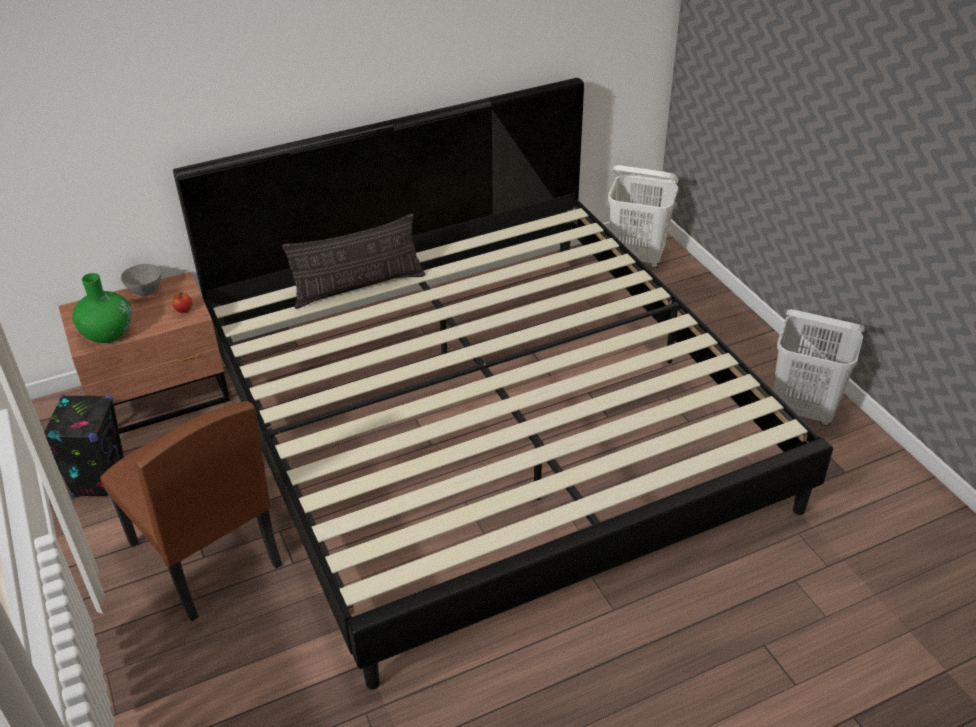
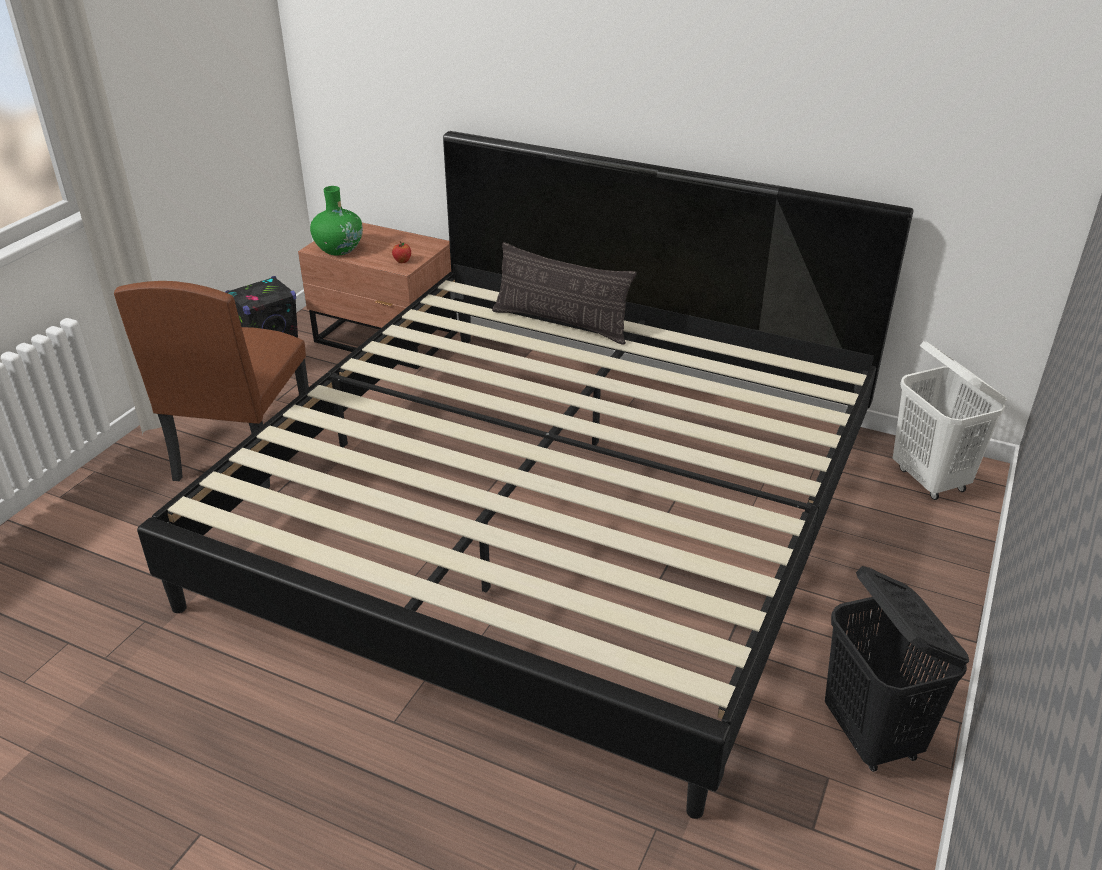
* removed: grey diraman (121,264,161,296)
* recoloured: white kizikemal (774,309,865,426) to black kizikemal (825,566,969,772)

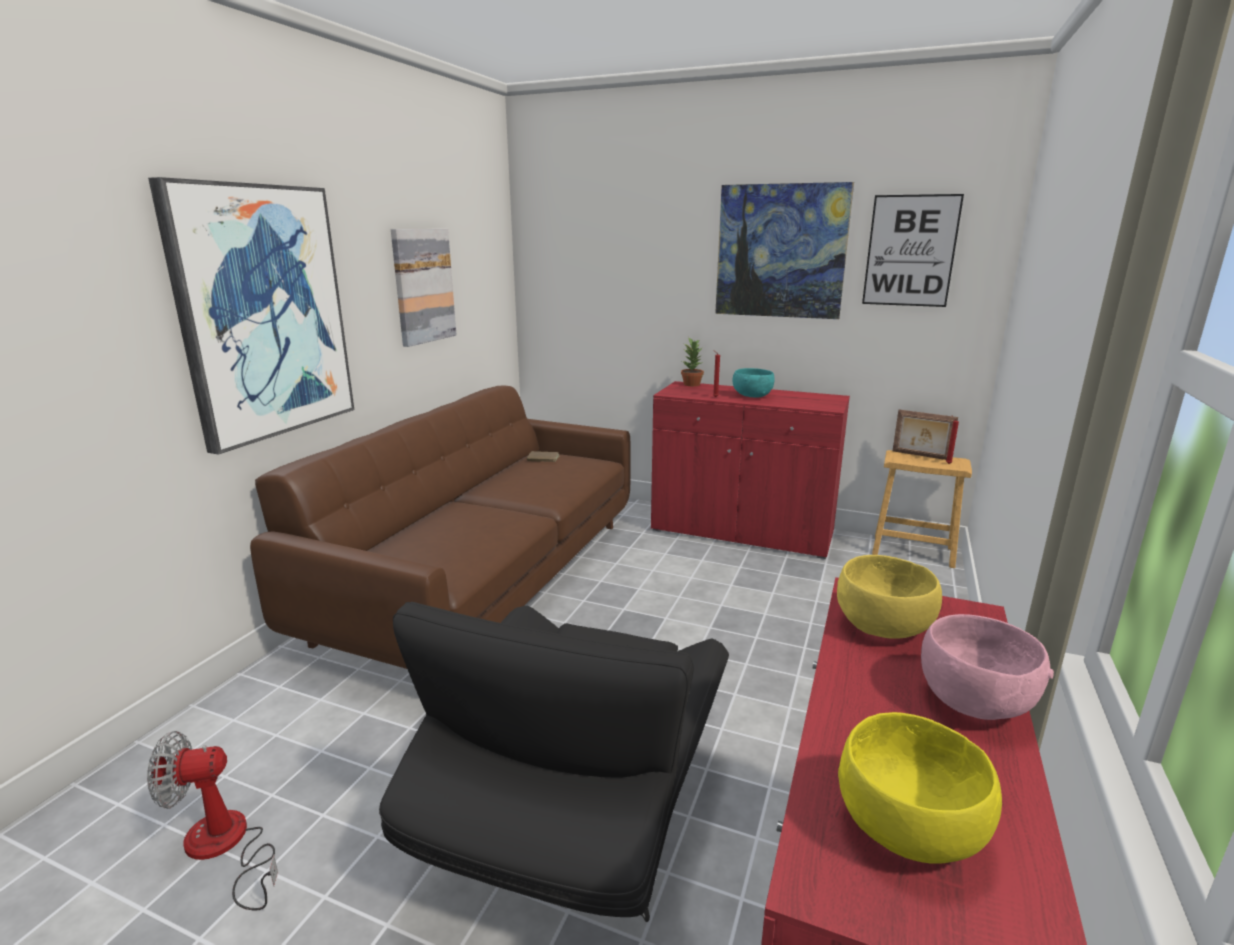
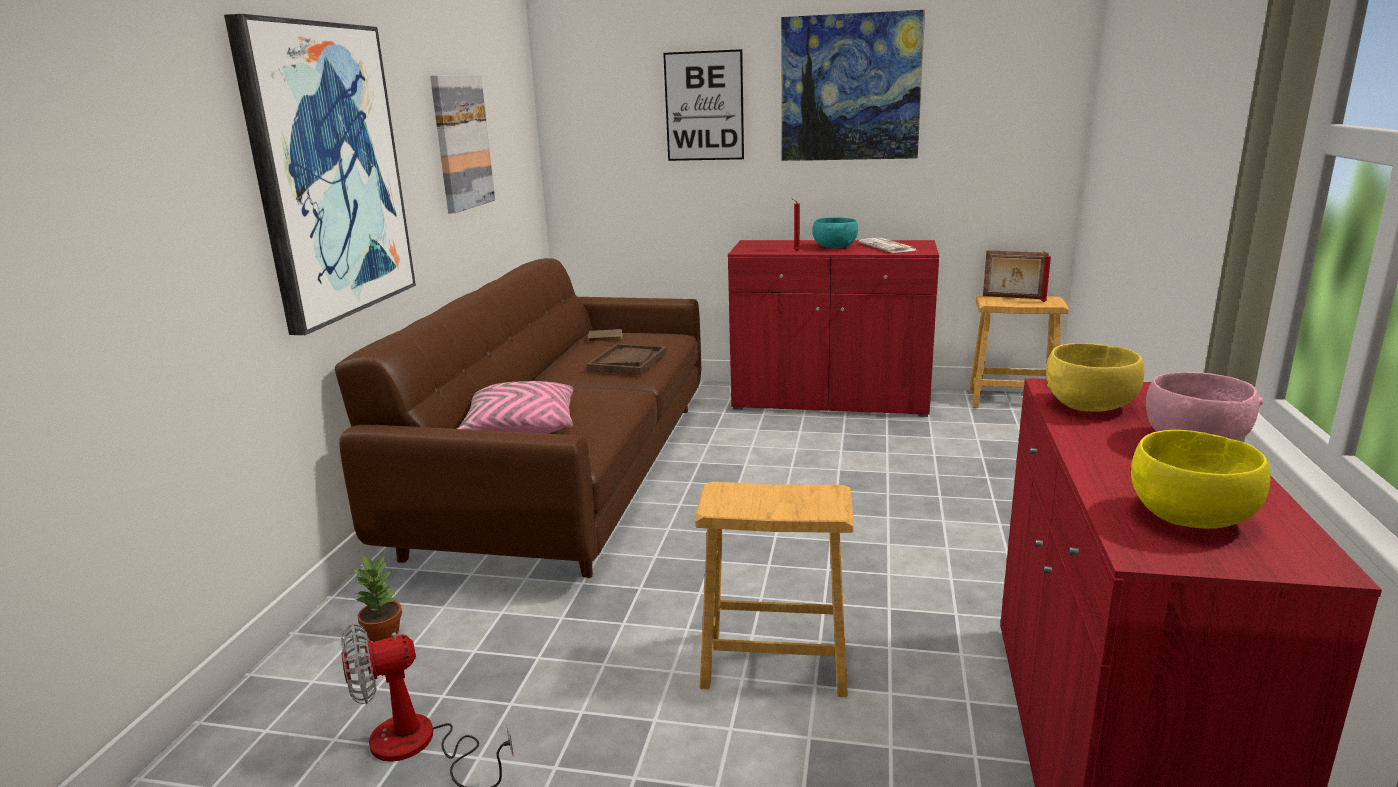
* replaced: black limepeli (379,602,729,922) to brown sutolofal (695,482,853,697)
* moved: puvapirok (681,338,704,386) to (352,555,402,642)
* moved: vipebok (862,194,964,307) to (663,49,744,161)
* added: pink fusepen (457,381,573,434)
* added: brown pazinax (587,343,667,375)
* added: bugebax (859,238,916,253)

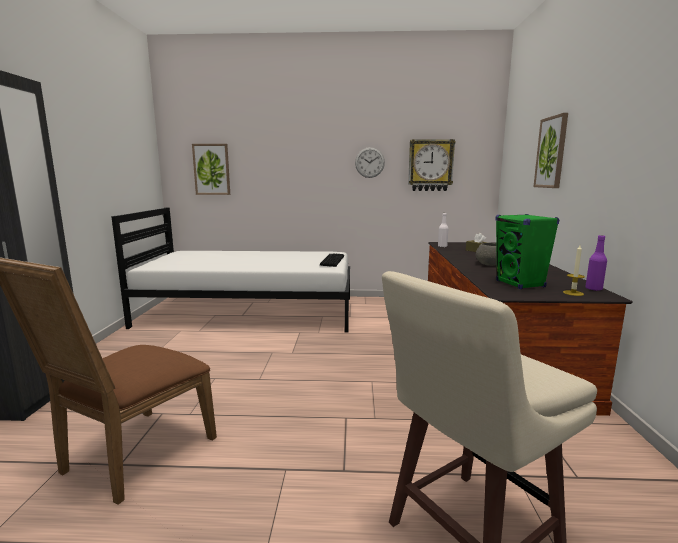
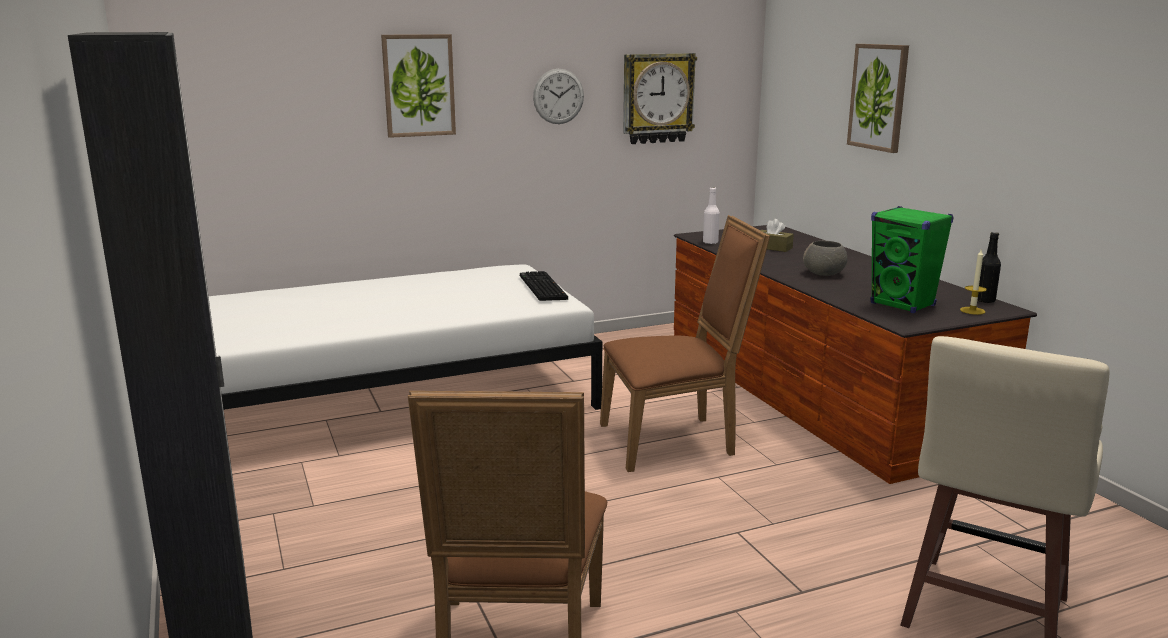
* moved: vipebok (192,144,230,195) to (381,34,456,138)
* recoloured: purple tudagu (585,235,607,291) to black tudagu (977,232,1001,303)
* added: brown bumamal (600,215,770,472)

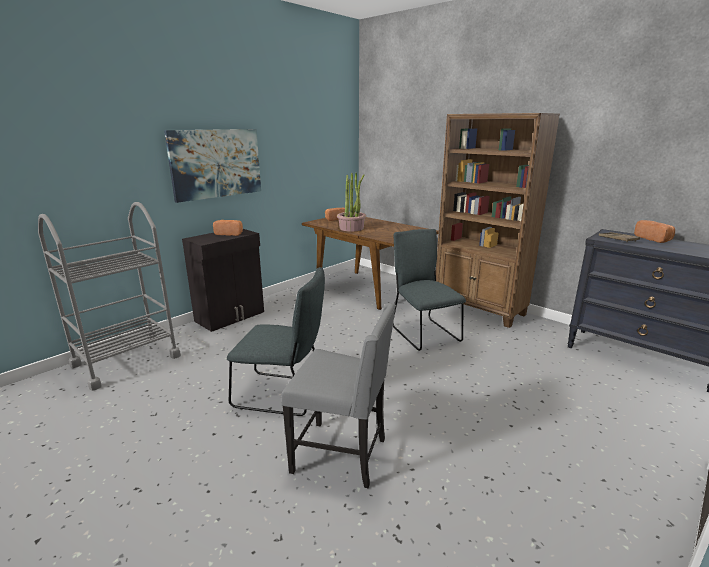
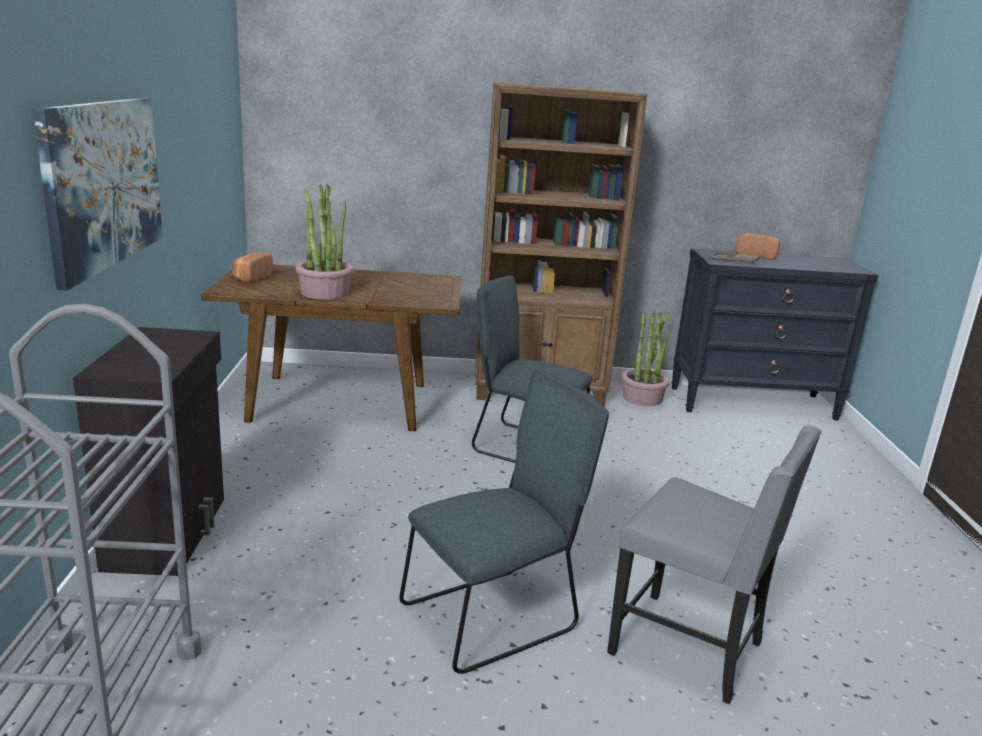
* removed: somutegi (213,220,243,236)
* turned: grey bumamal (281,303,396,488) = (607,425,822,704) 60 degrees clockwise
* added: puvapirok (621,312,670,406)

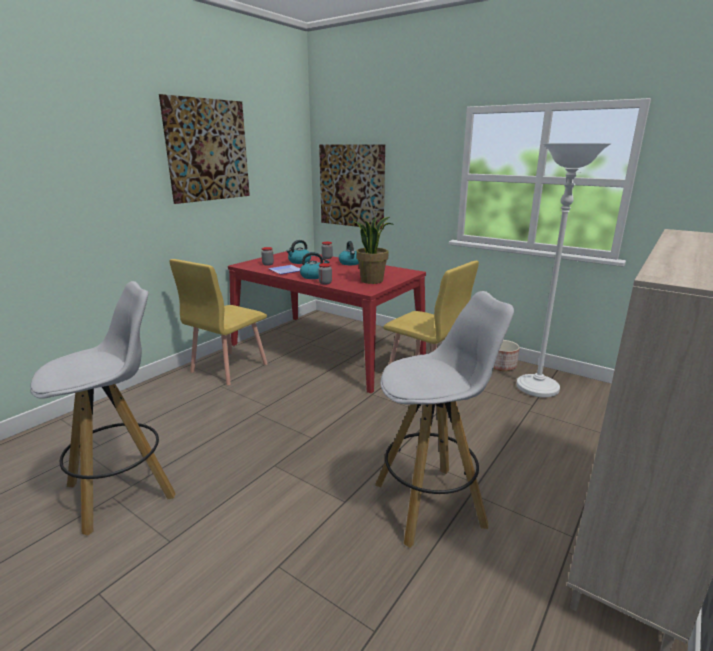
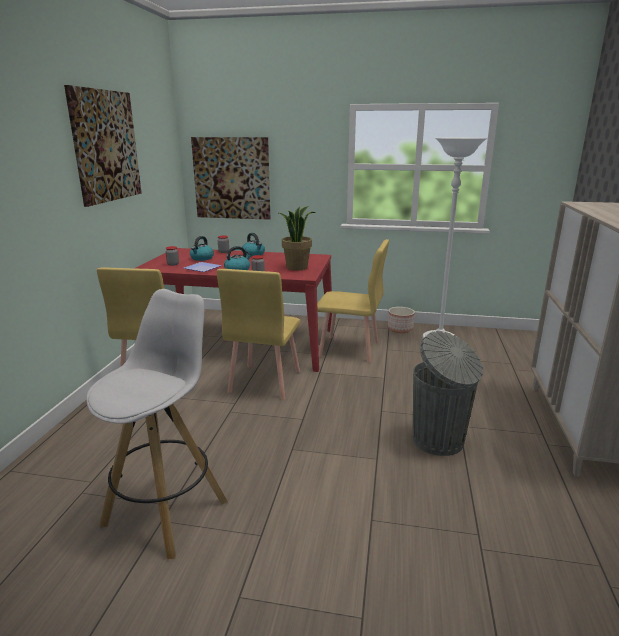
* replaced: white sutolofal (375,291,514,548) to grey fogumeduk (413,331,483,456)
* added: yellow bumamal (217,269,301,400)

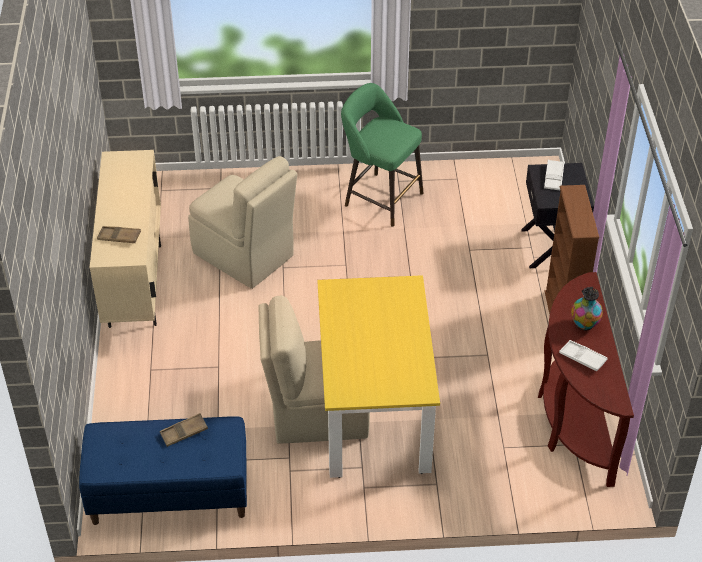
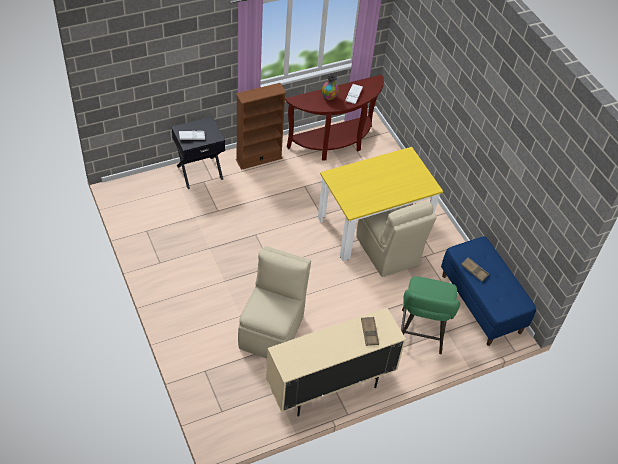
* moved: green sutolofal (341,83,423,227) to (401,276,460,354)

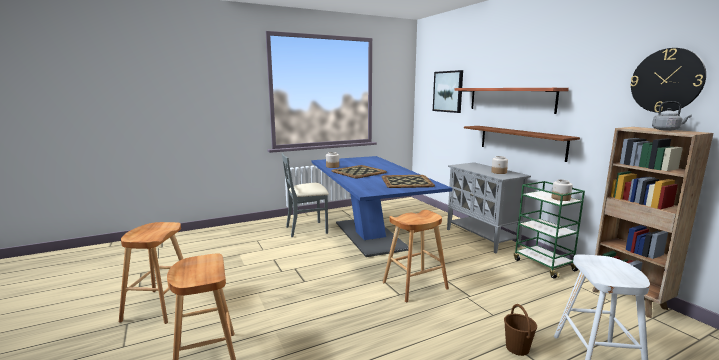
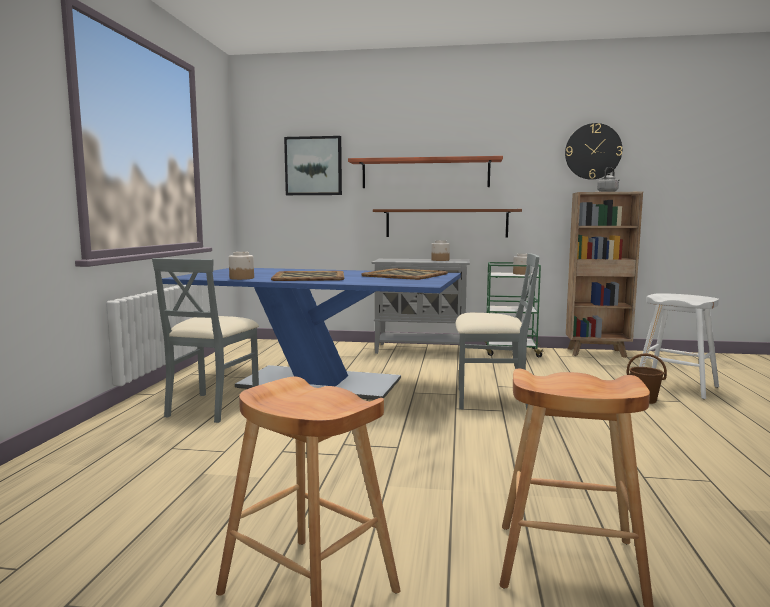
* replaced: brown sutolofal (383,210,449,302) to grey bumamal (455,253,539,410)

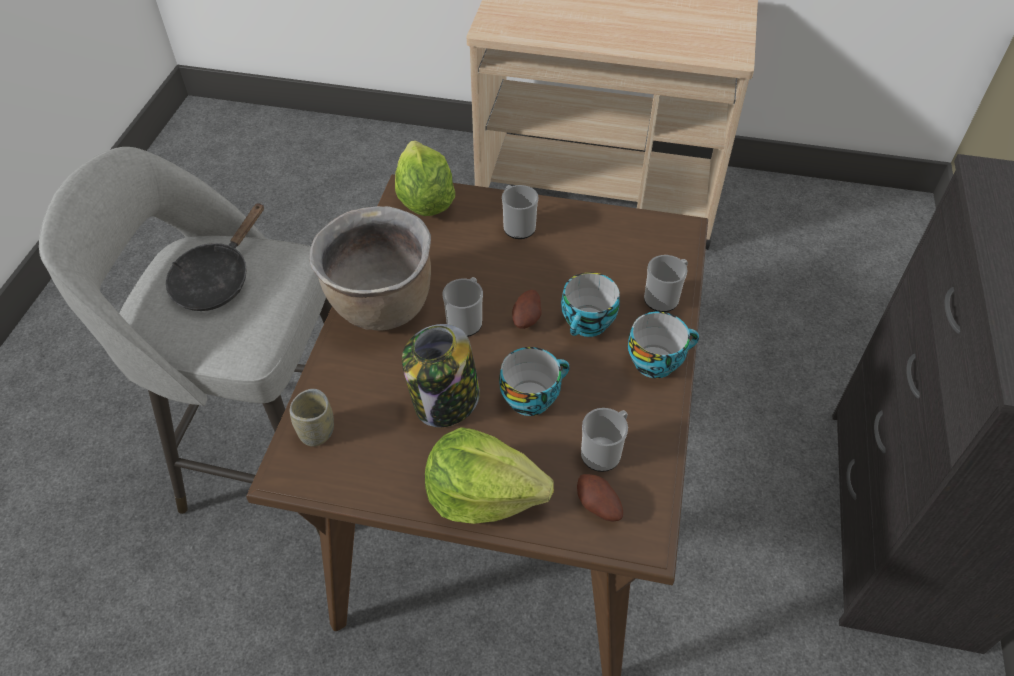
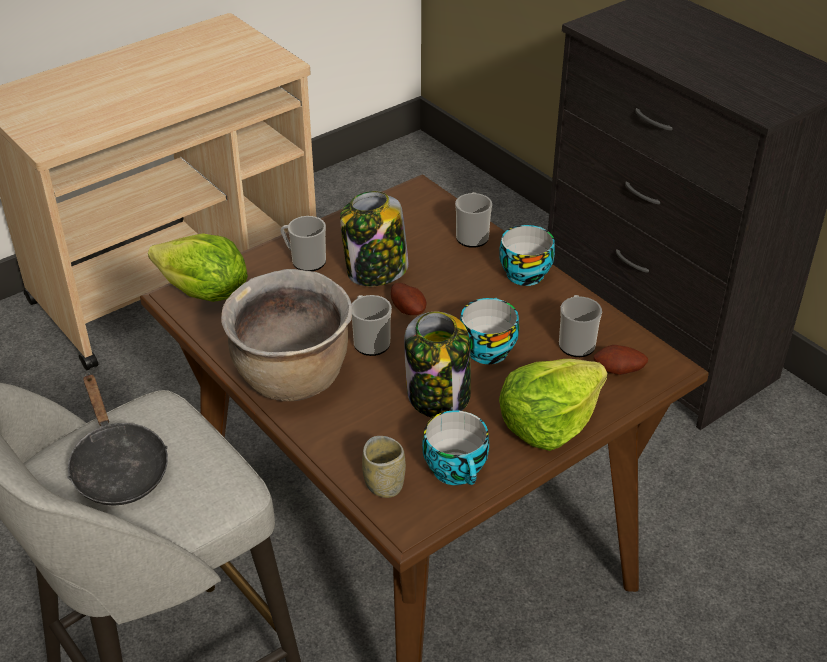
* moved: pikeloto (561,272,620,337) to (422,410,489,485)
* added: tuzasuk (340,191,409,286)

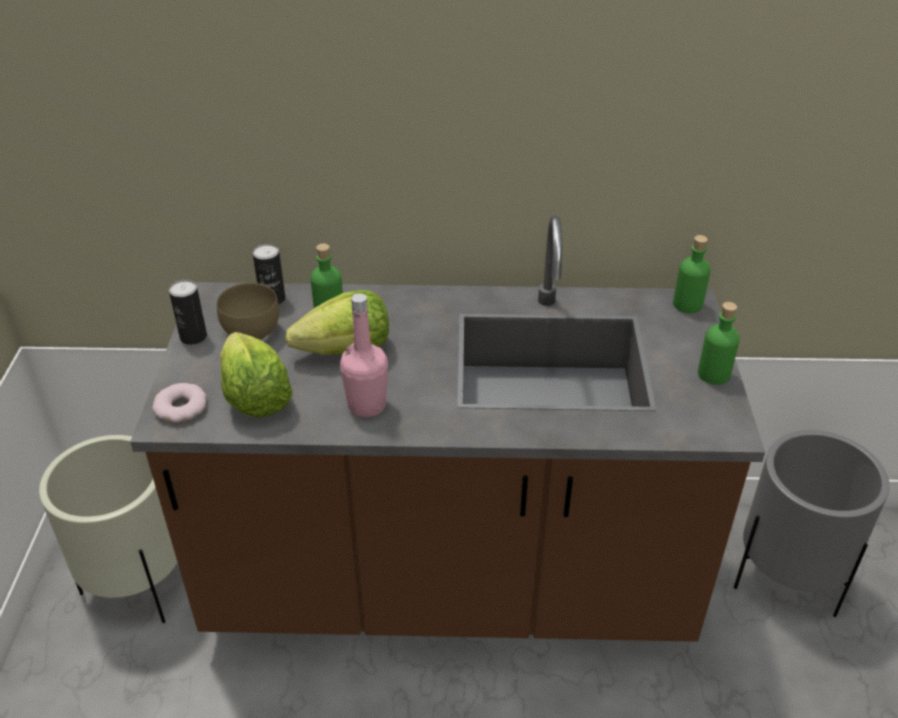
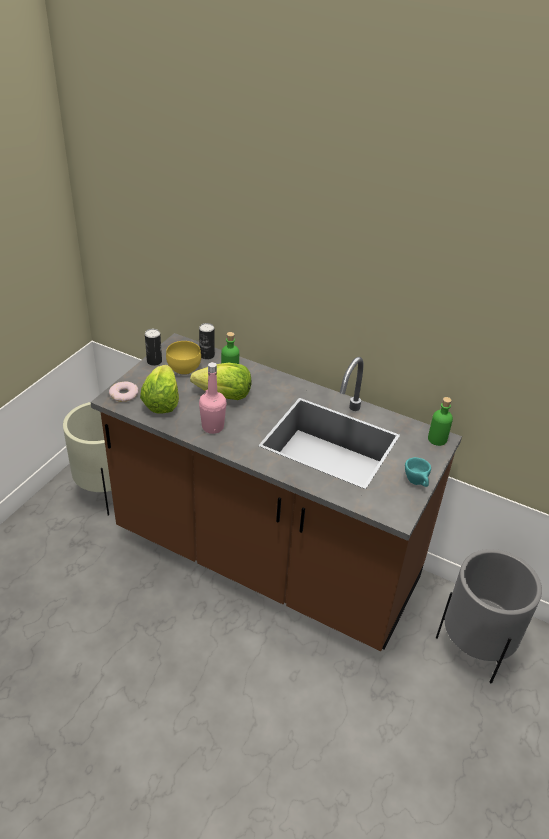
* recoloured: brown diraman (217,283,279,340) to yellow diraman (166,341,201,375)
* replaced: green tudagu (698,302,740,385) to turquoise pikeloto (405,457,431,487)

